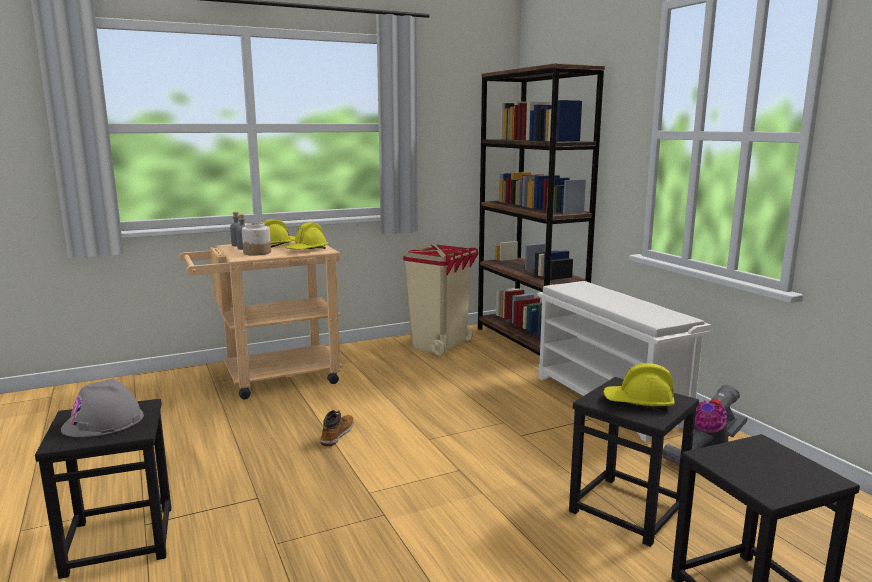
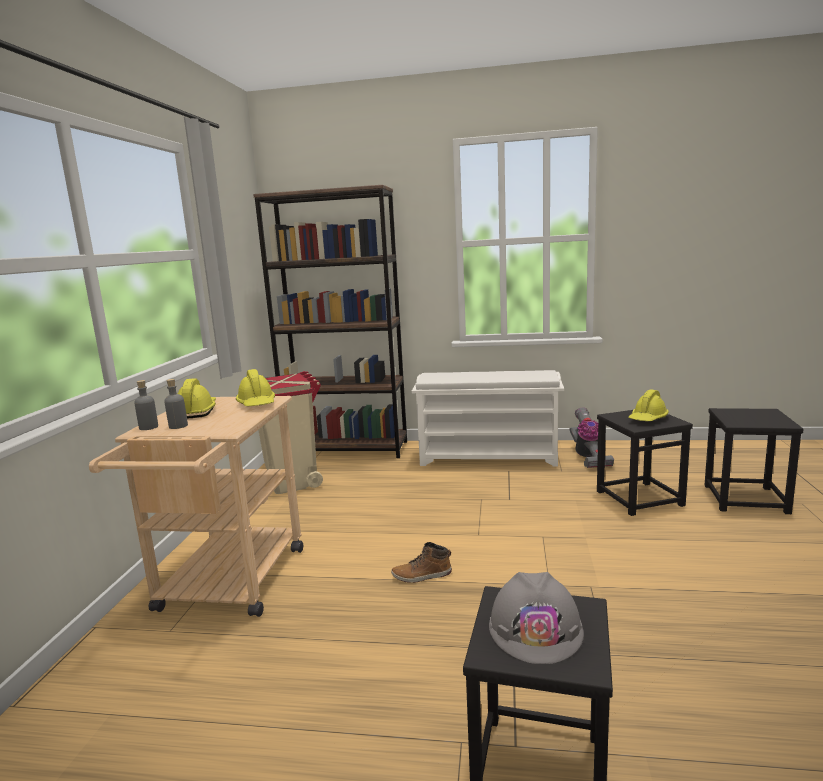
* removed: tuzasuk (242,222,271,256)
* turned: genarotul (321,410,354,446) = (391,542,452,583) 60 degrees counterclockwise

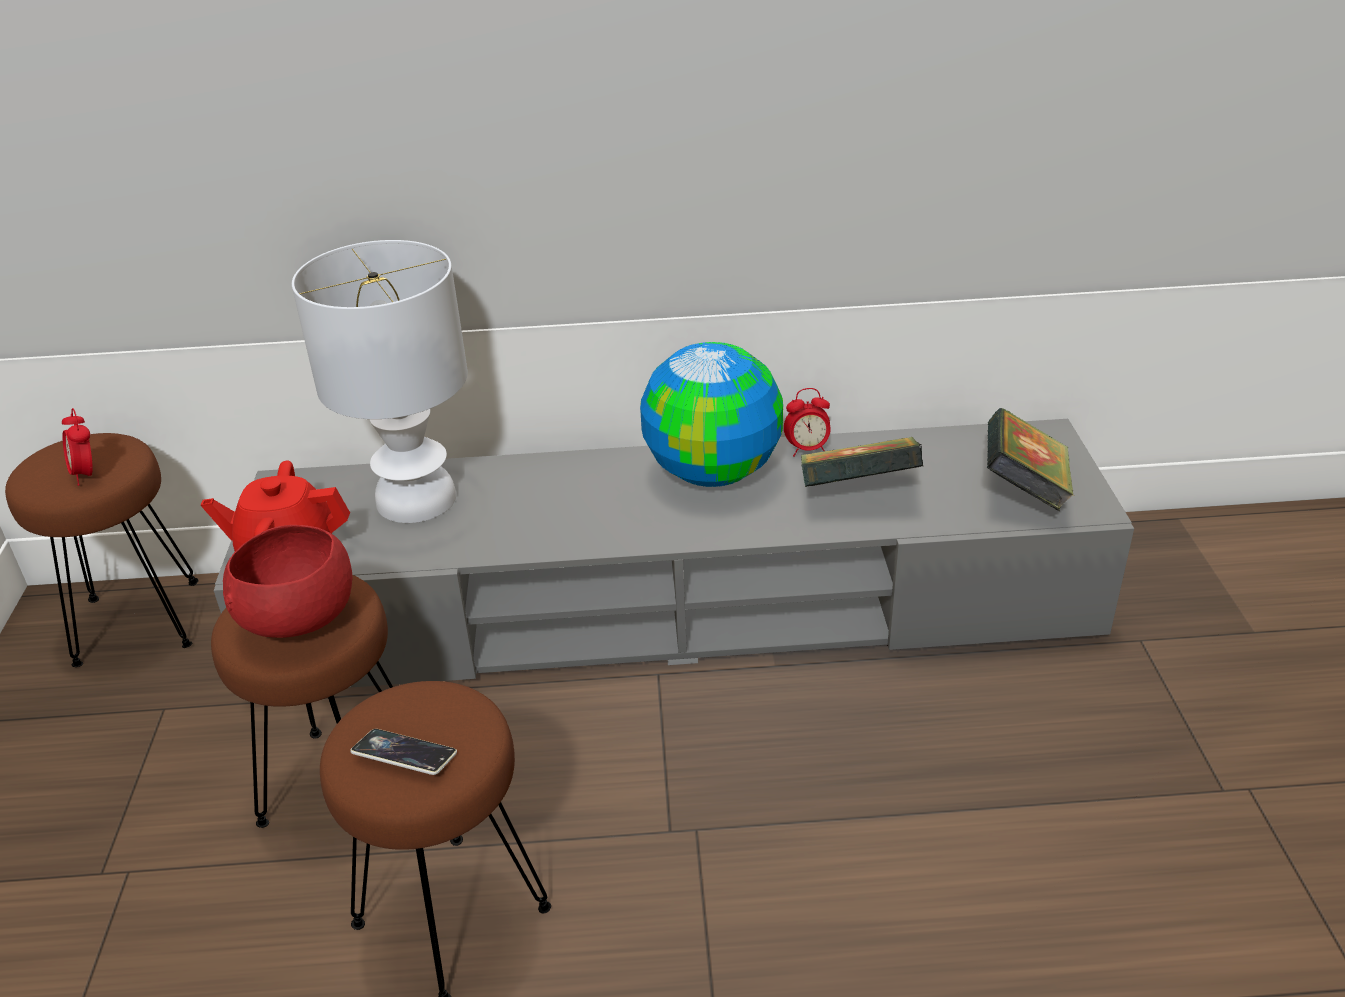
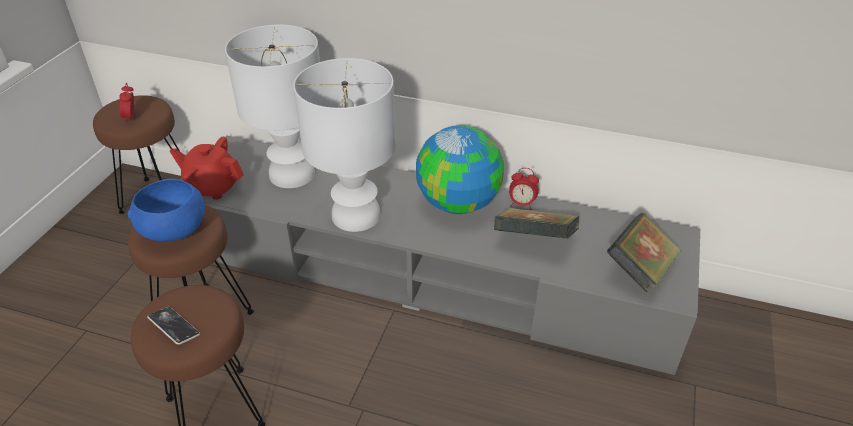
* recoloured: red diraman (223,525,352,638) to blue diraman (128,179,205,241)
* added: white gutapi (293,58,396,232)

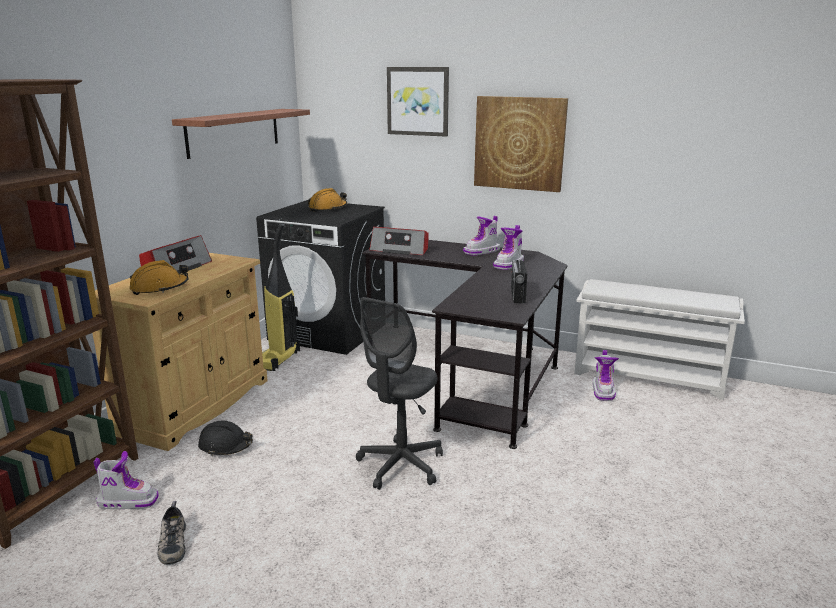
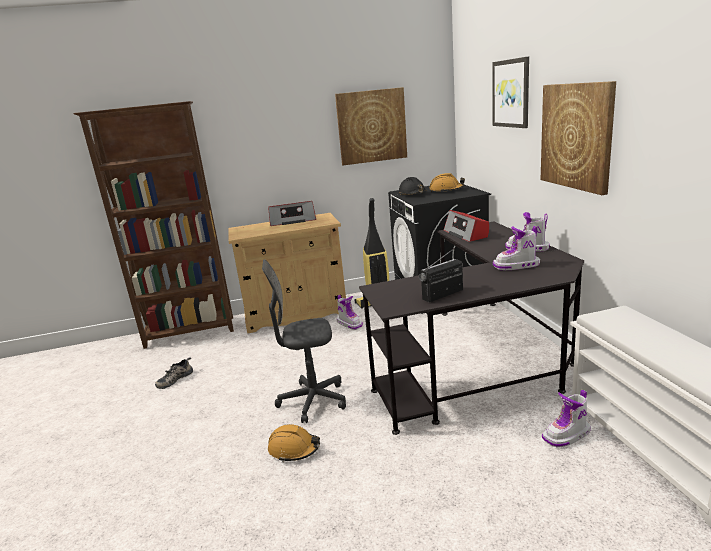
* moved: genarotul (94,451,159,509) to (336,295,363,330)
* moved: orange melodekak (129,260,189,295) to (268,424,320,462)
* replaced: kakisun (172,109,310,159) to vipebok (335,87,407,165)
* moved: black melodekak (198,421,253,456) to (398,177,427,195)

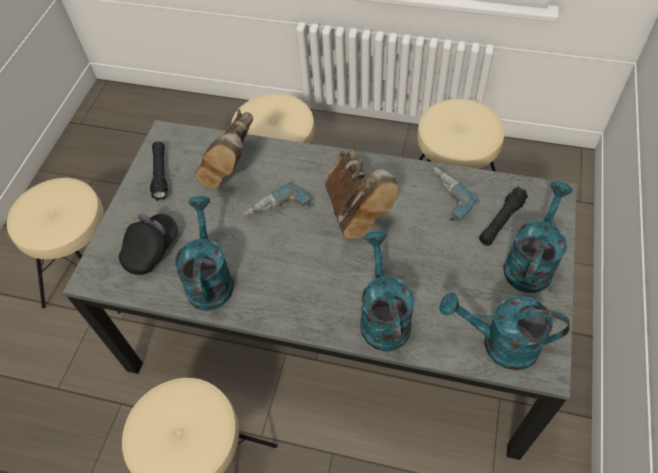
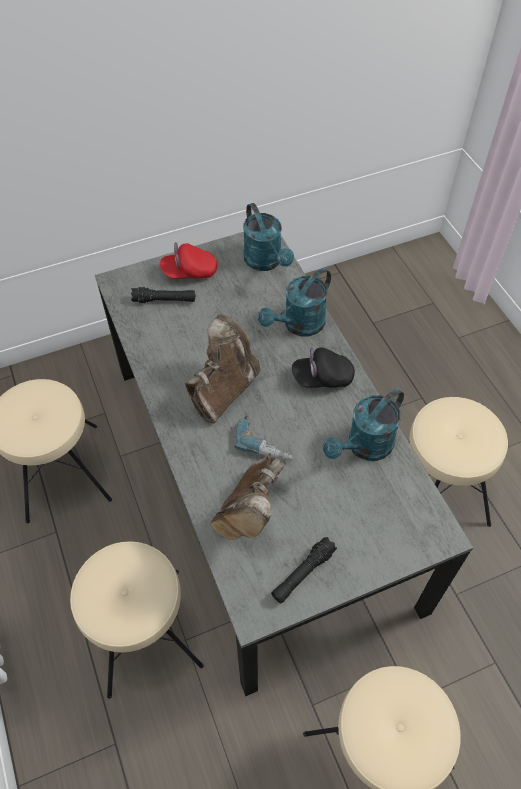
* moved: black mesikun (119,214,178,275) to (292,347,355,388)
* turned: brown genarotul (195,110,253,189) = (210,453,284,540) 135 degrees clockwise
* removed: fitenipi (433,167,479,221)
* replaced: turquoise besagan (503,181,573,293) to red mesikun (160,242,217,279)

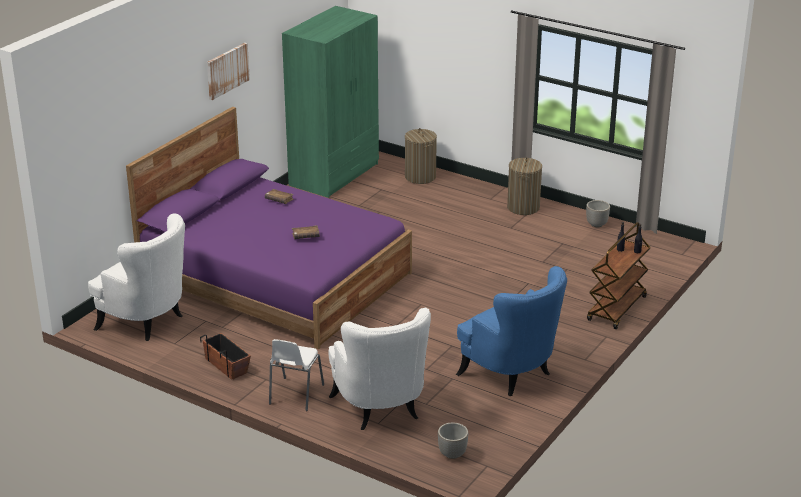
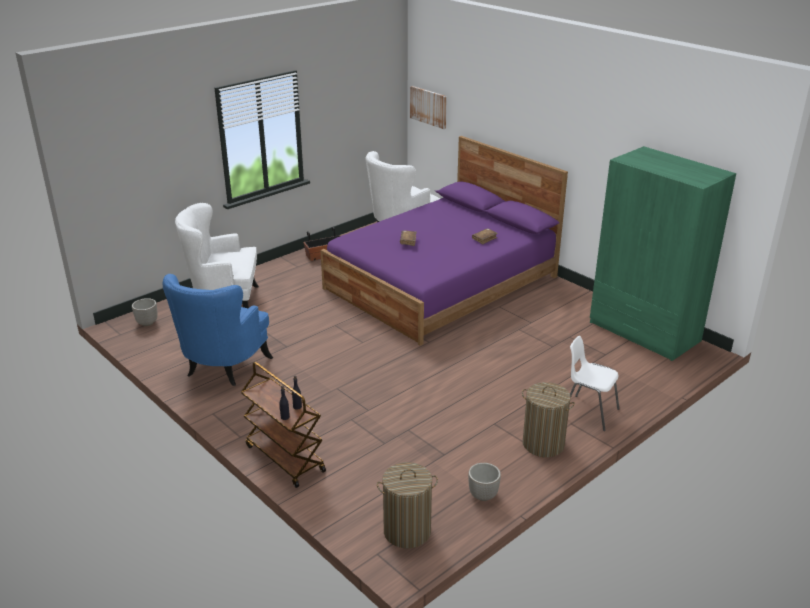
* moved: vipebok (207,43,250,100) to (410,86,447,129)
* moved: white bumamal (269,339,324,411) to (570,336,619,431)
* moved: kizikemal (405,128,437,184) to (377,462,438,548)
* turned: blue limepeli (456,266,567,396) = (163,274,273,386) 45 degrees counterclockwise

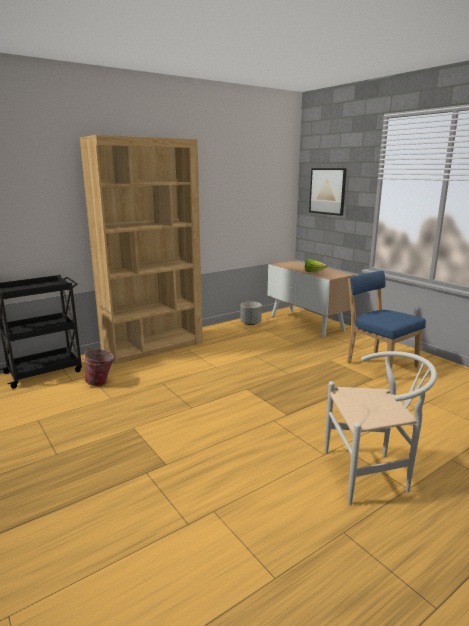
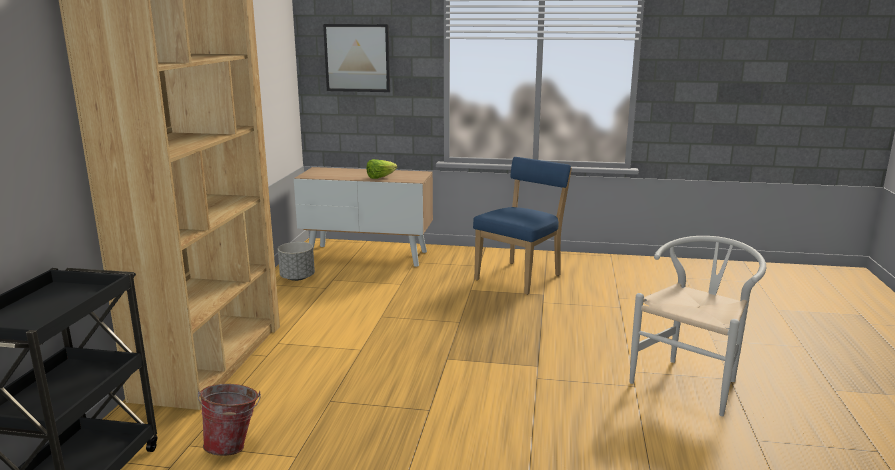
* turned: blue bumamal (347,271,426,380) = (473,157,572,295) 120 degrees clockwise

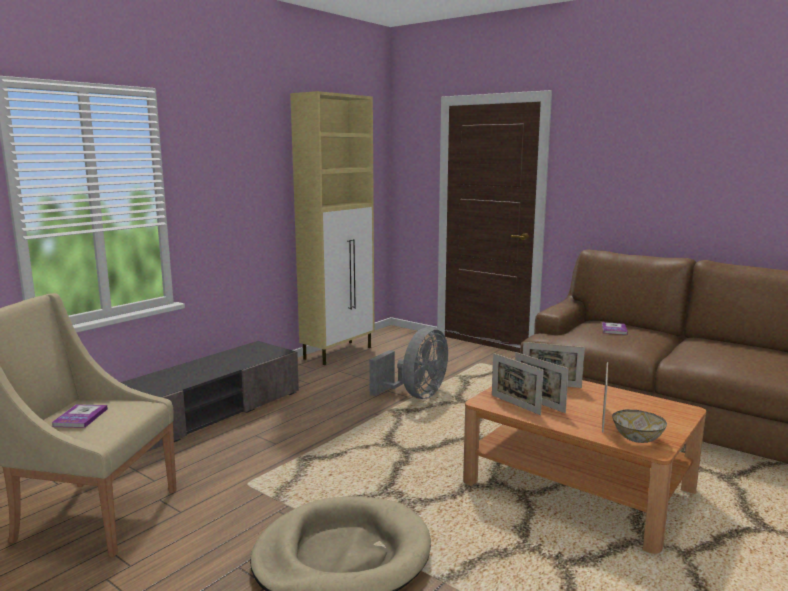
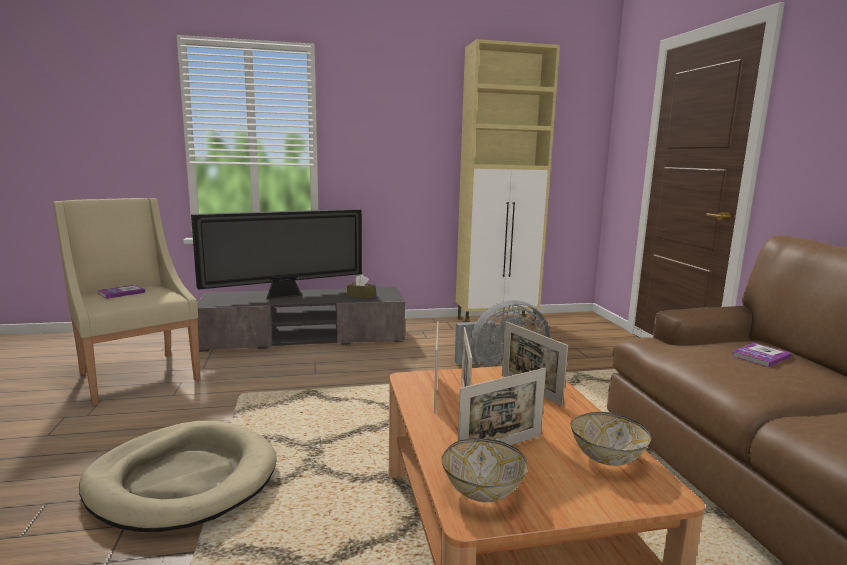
* added: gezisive (191,209,362,300)
* added: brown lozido (347,274,375,299)
* added: diraman (571,412,651,466)

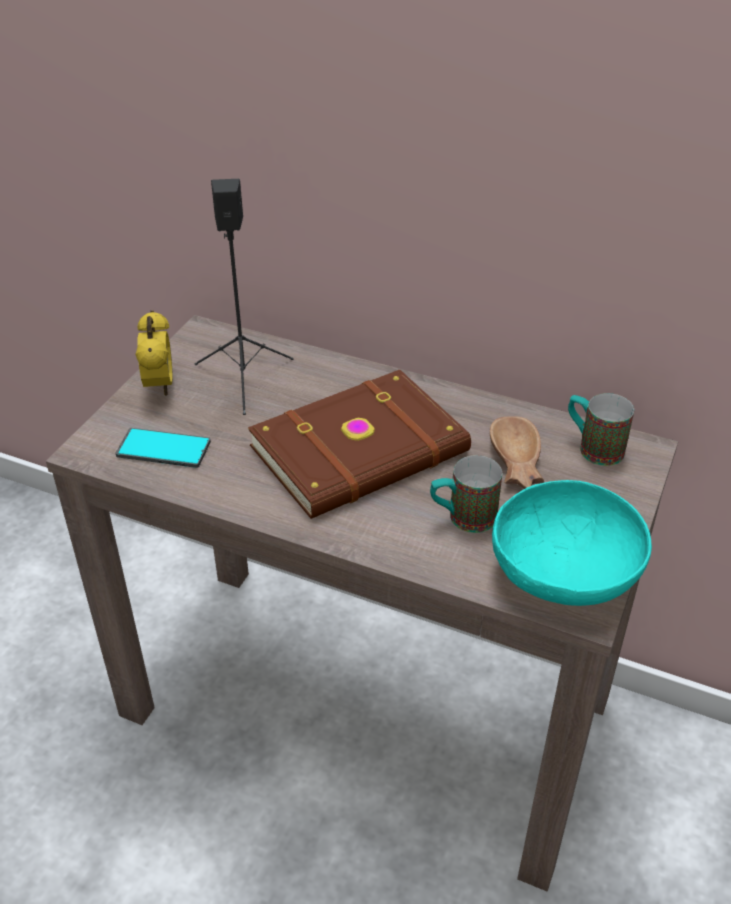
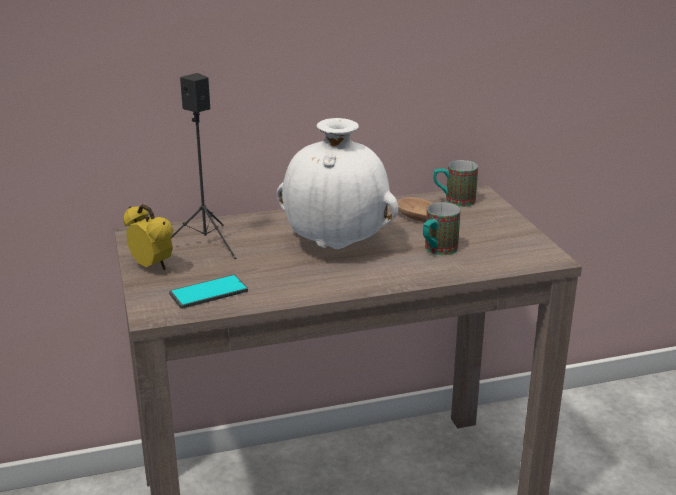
* replaced: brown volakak (248,370,471,519) to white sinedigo (276,118,399,249)
* removed: turquoise diraman (492,480,652,606)

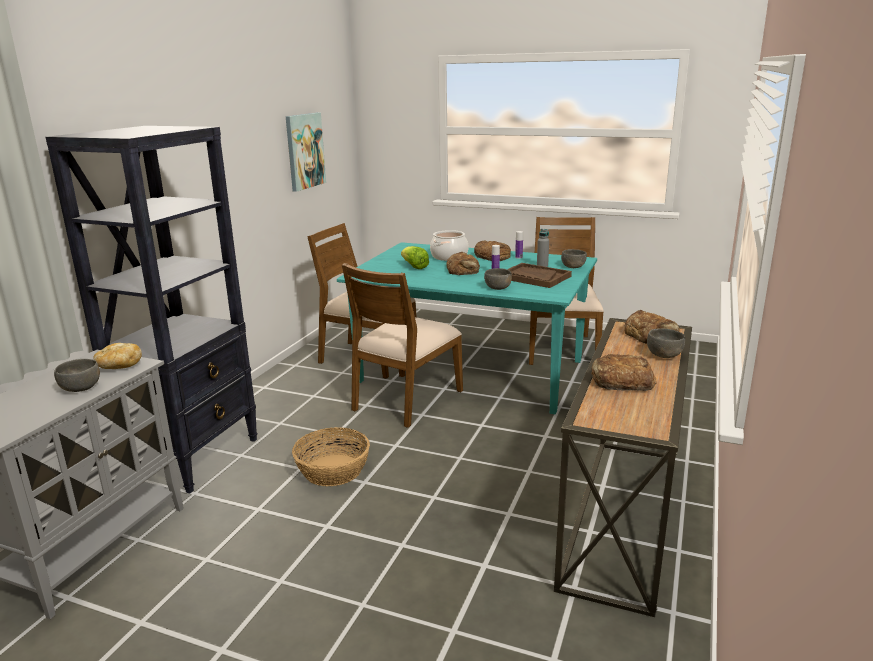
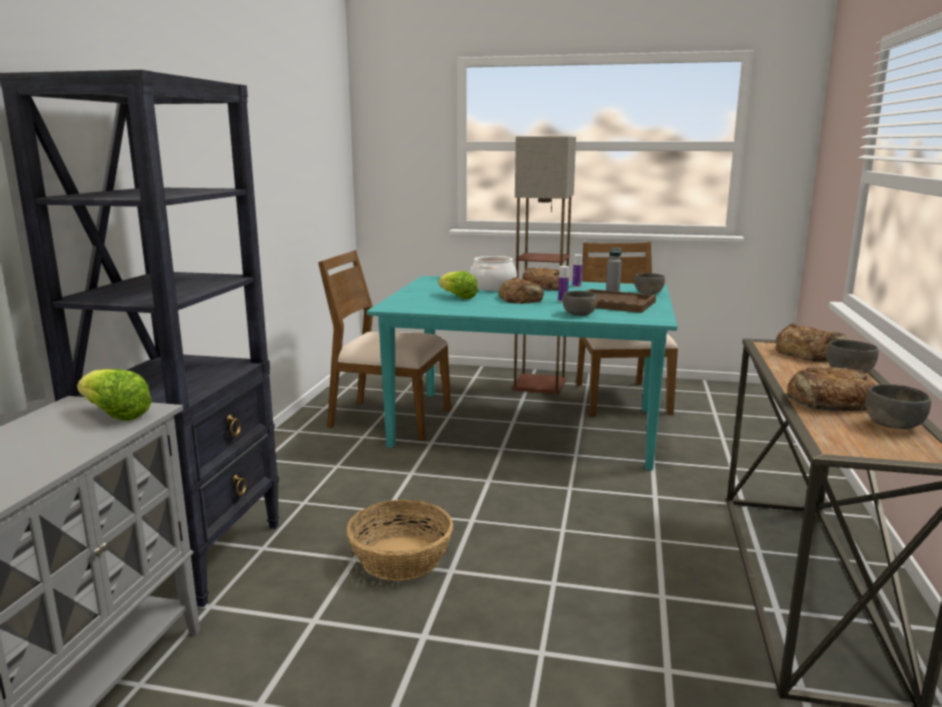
* moved: grey diraman (54,359,100,392) to (866,384,931,429)
* replaced: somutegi (93,343,142,369) to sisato (77,369,152,421)
* removed: vipebok (286,113,326,192)
* removed: brown bumamal (342,263,463,428)
* added: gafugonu (512,136,576,395)

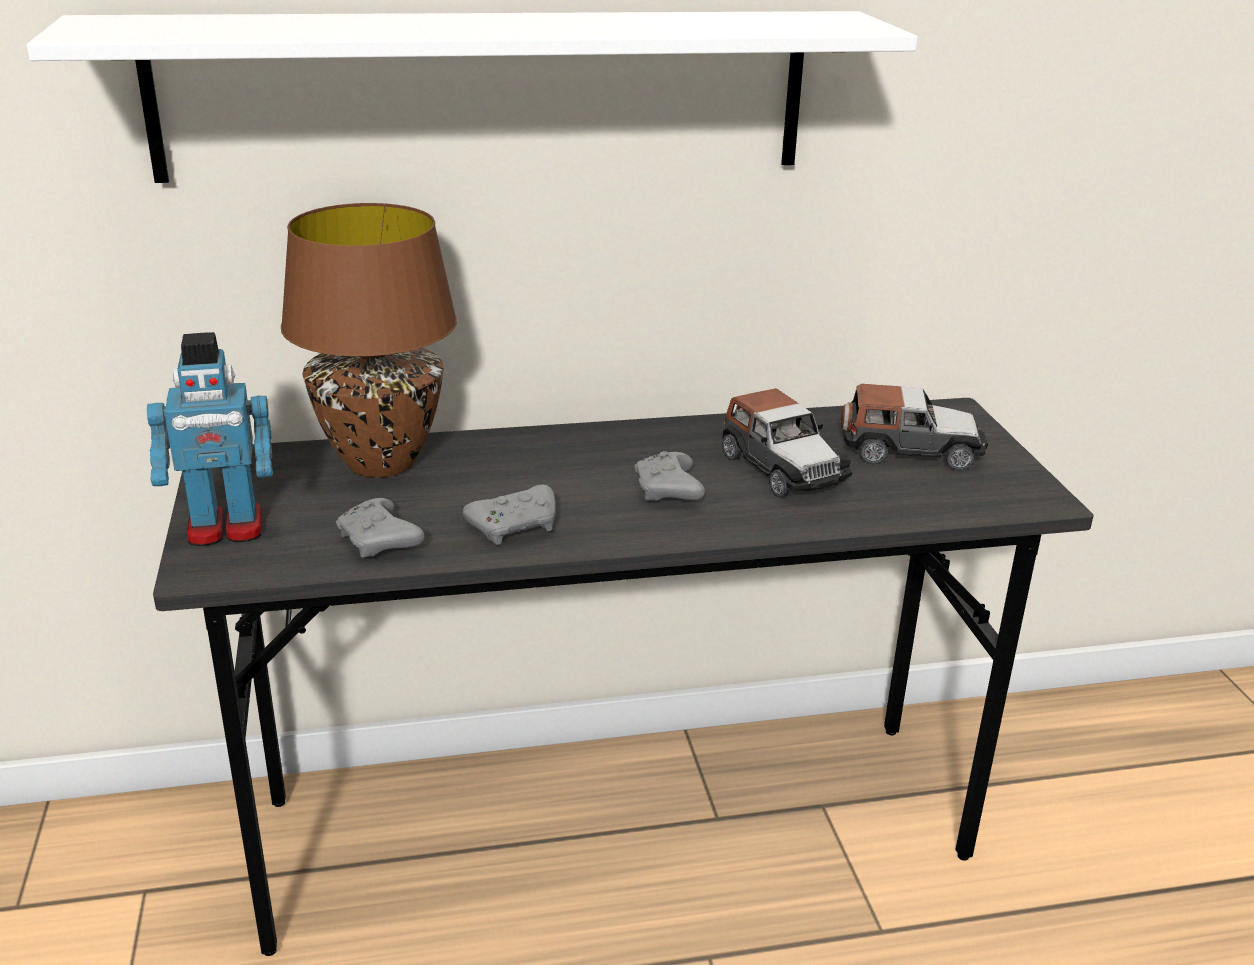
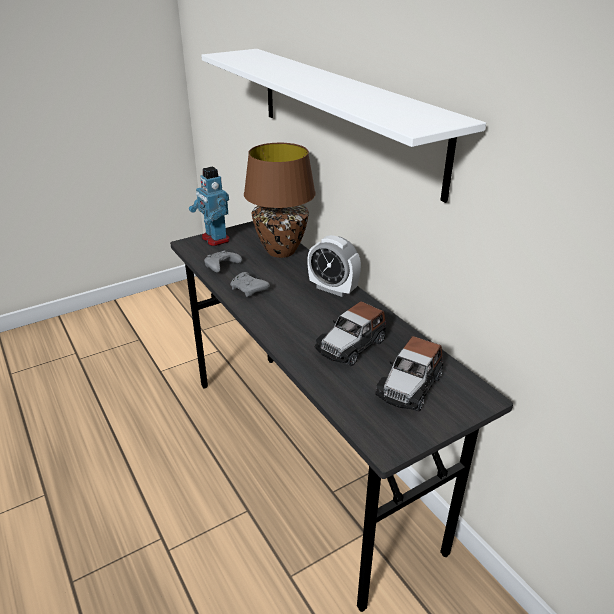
* removed: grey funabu (635,451,705,501)
* turned: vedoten (841,384,988,471) = (375,336,443,412) 45 degrees clockwise
* added: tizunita (307,235,361,297)

